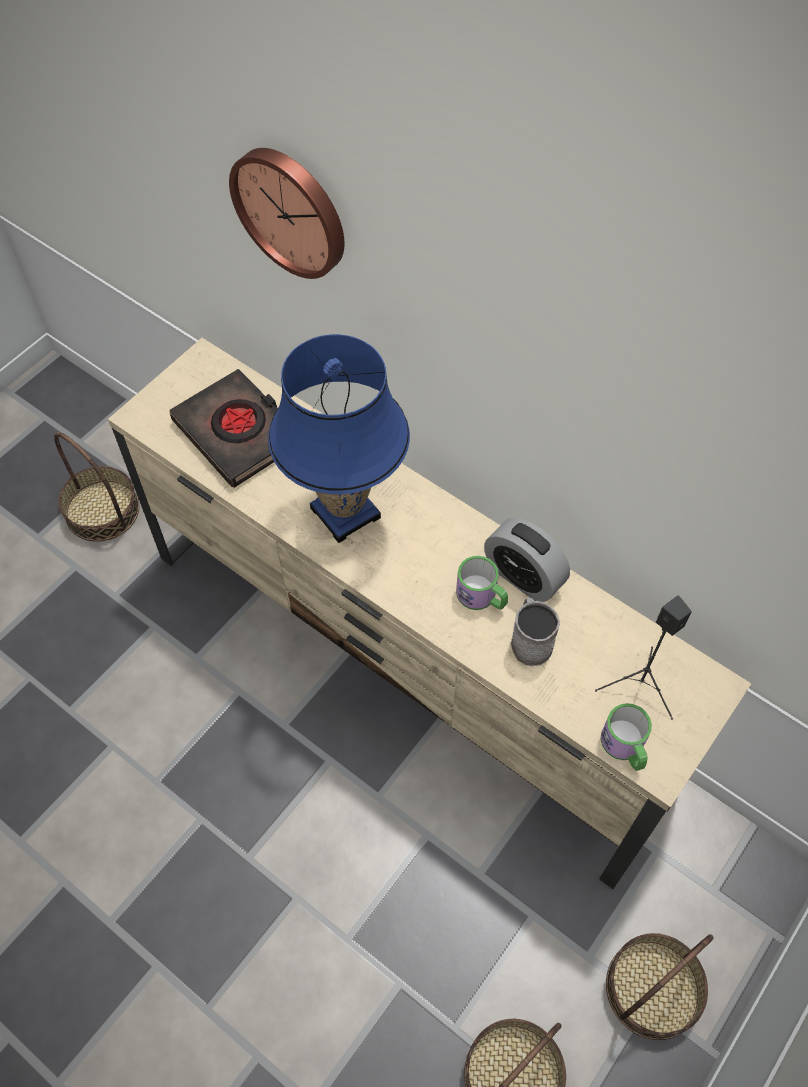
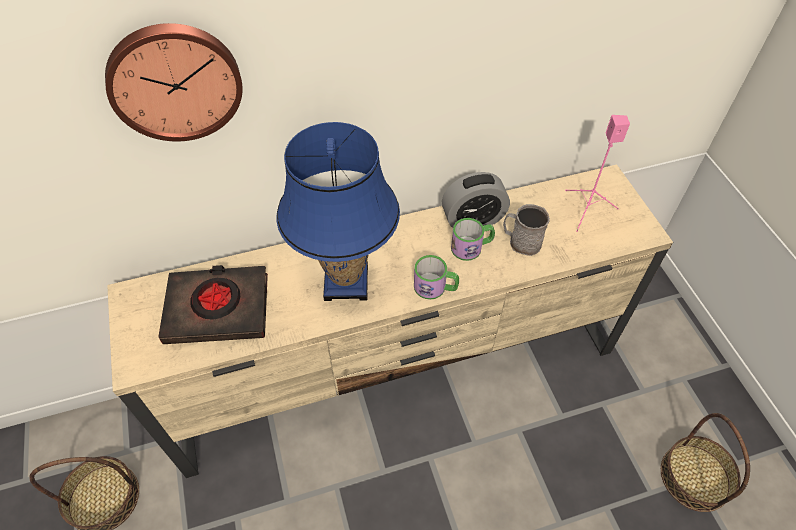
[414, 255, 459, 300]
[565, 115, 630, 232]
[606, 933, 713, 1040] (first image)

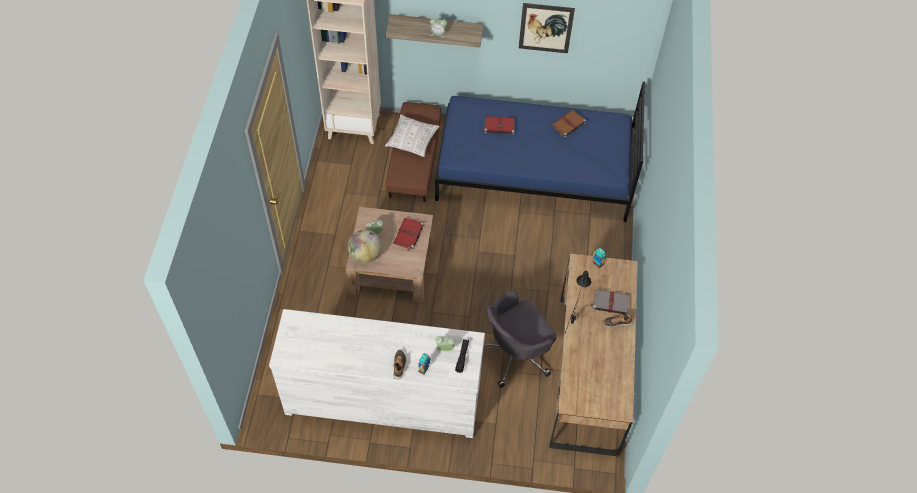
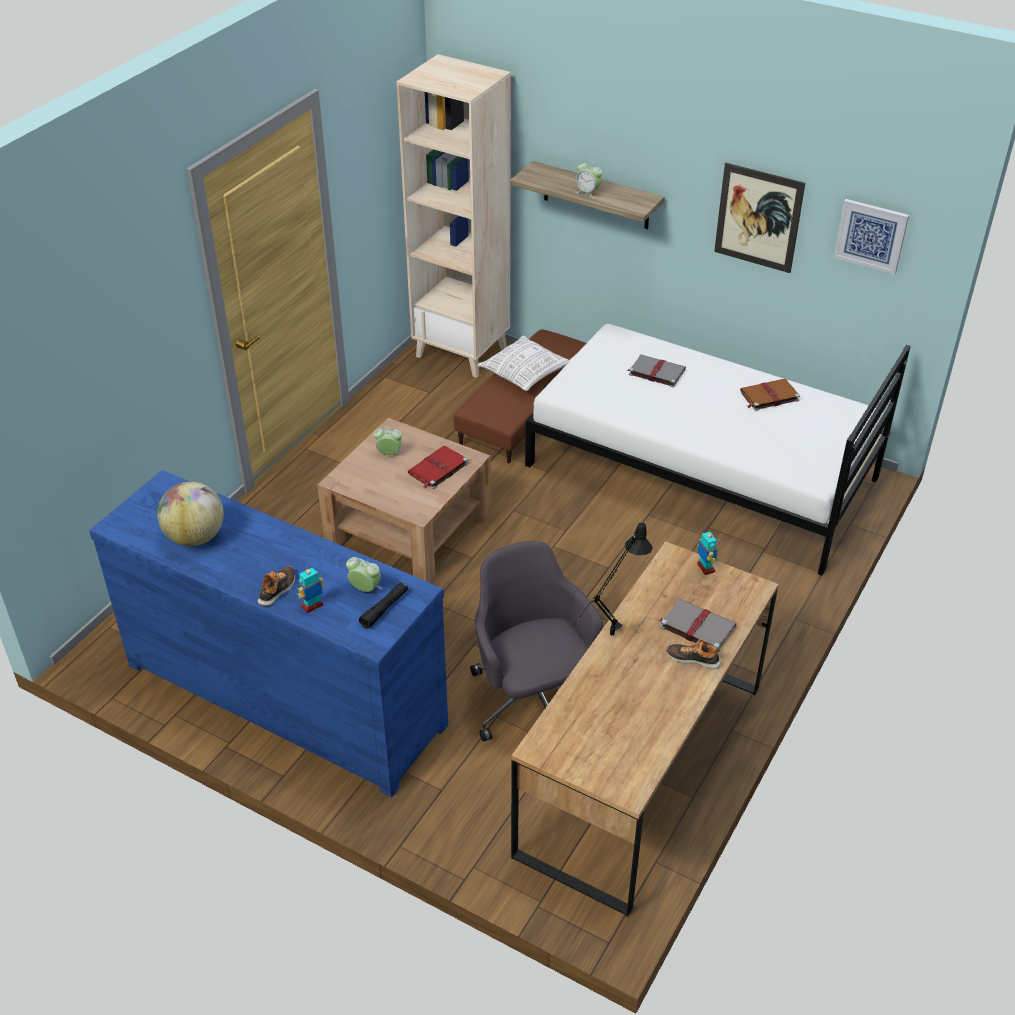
[89, 470, 448, 797]
[157, 482, 224, 546]
[470, 541, 603, 742]
[525, 324, 911, 576]
[627, 355, 686, 387]
[833, 199, 909, 274]

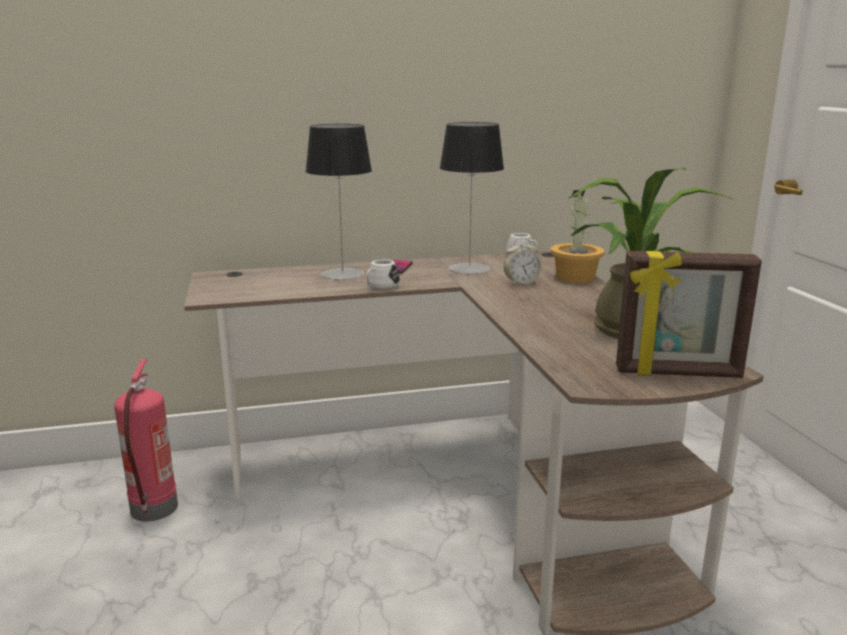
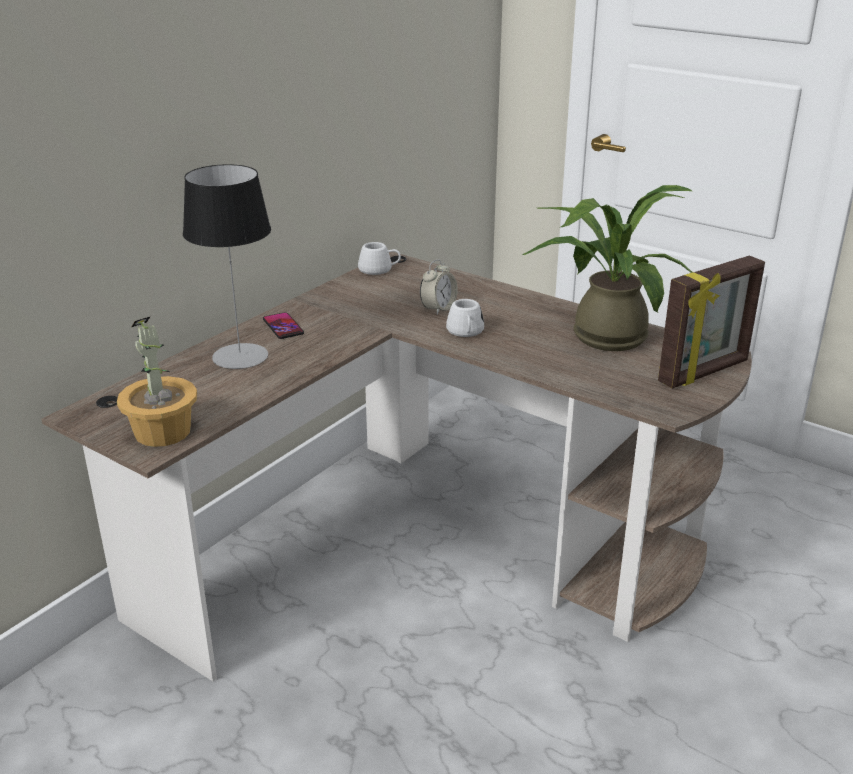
[117, 316, 197, 447]
[446, 299, 484, 337]
[114, 359, 178, 521] (first image)
[440, 122, 504, 274] (first image)

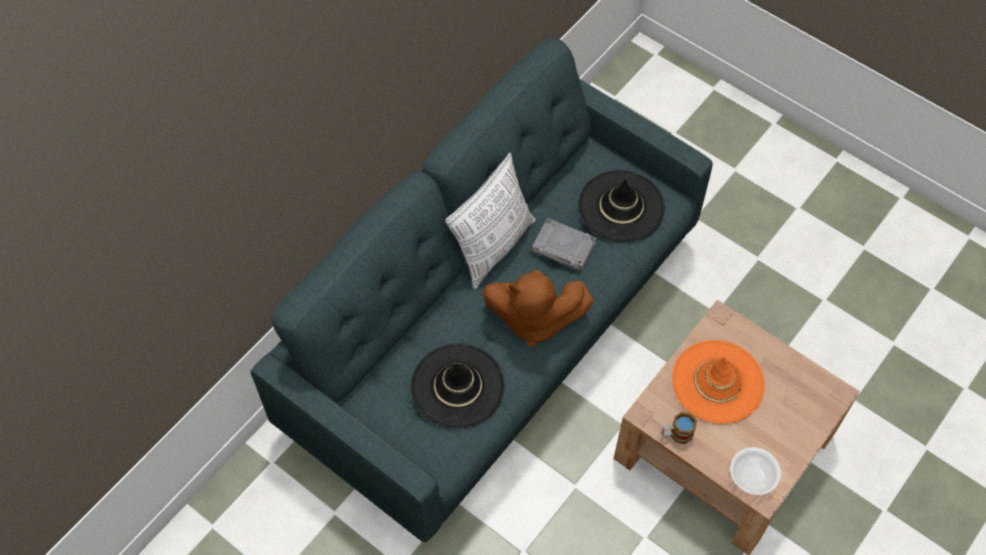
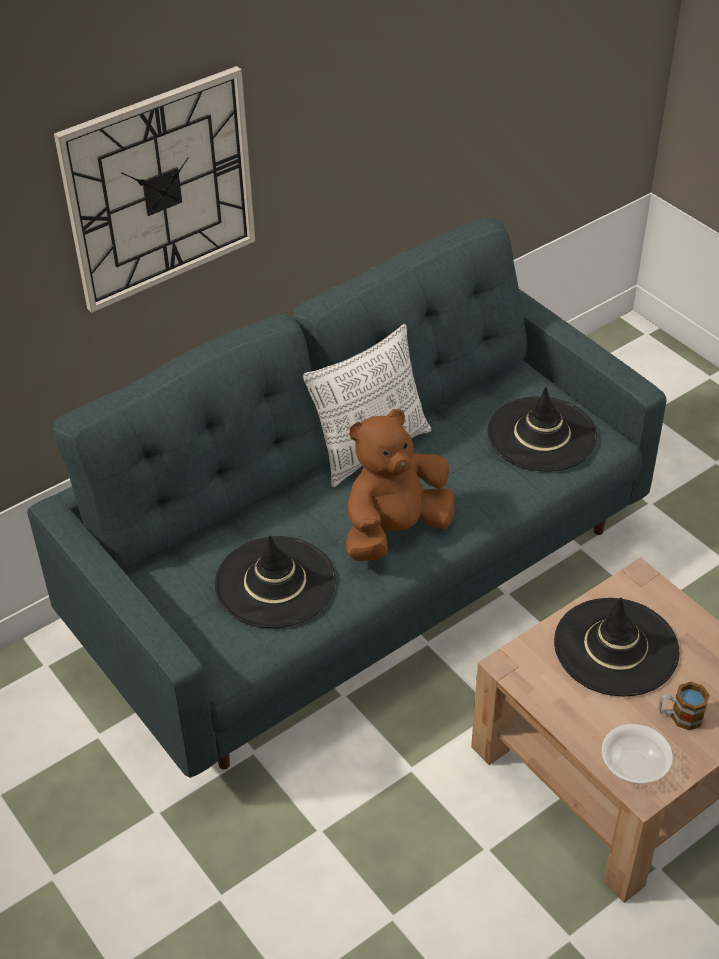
[54, 66, 255, 313]
[345, 409, 454, 561]
[554, 598, 679, 696]
[659, 682, 710, 730]
[531, 218, 596, 271] (first image)

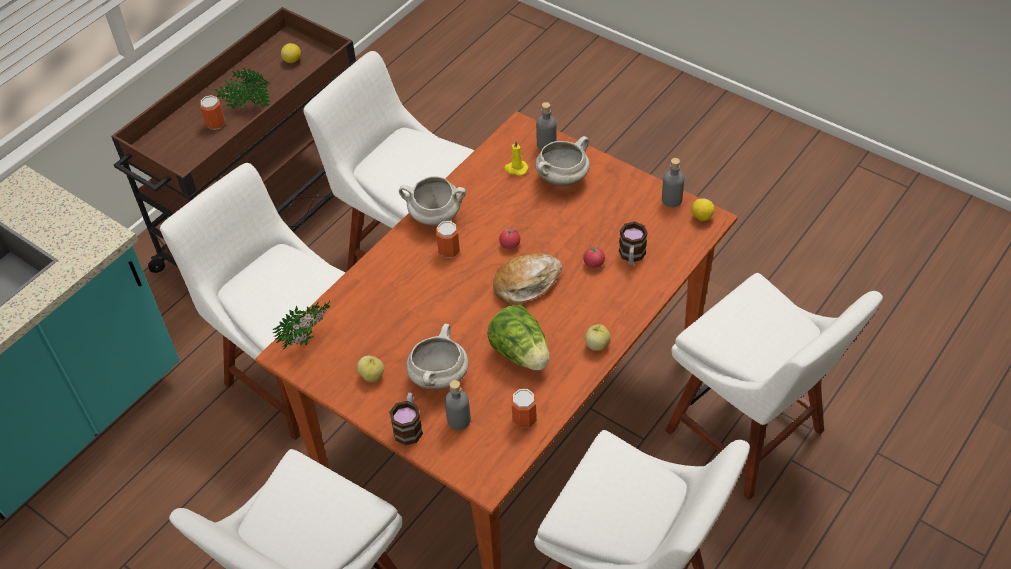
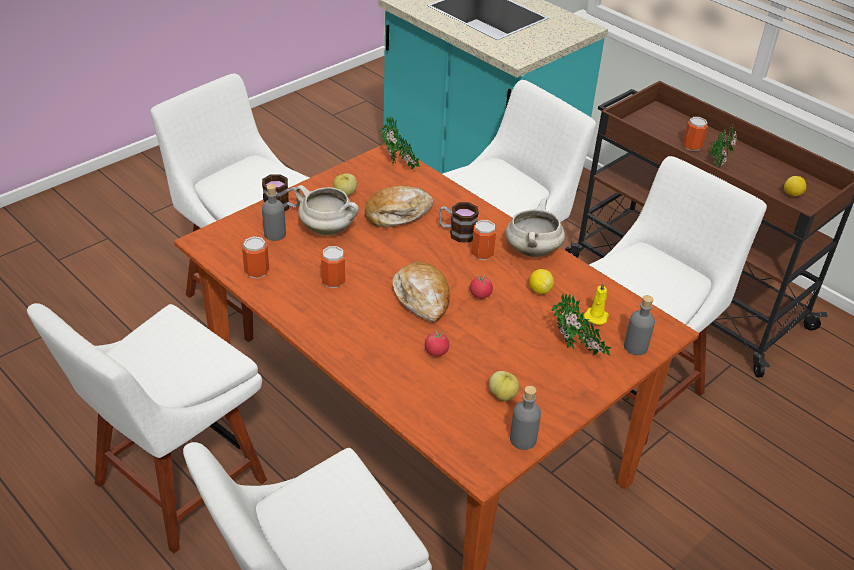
[321, 246, 345, 288]
[365, 186, 433, 228]
[439, 202, 479, 243]
[489, 371, 519, 401]
[529, 269, 554, 294]
[552, 293, 611, 356]

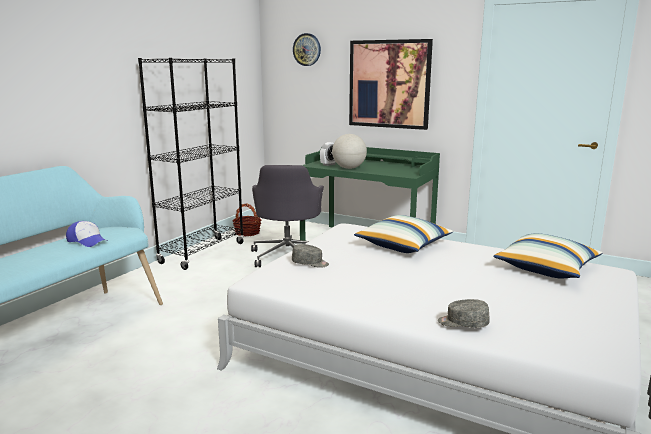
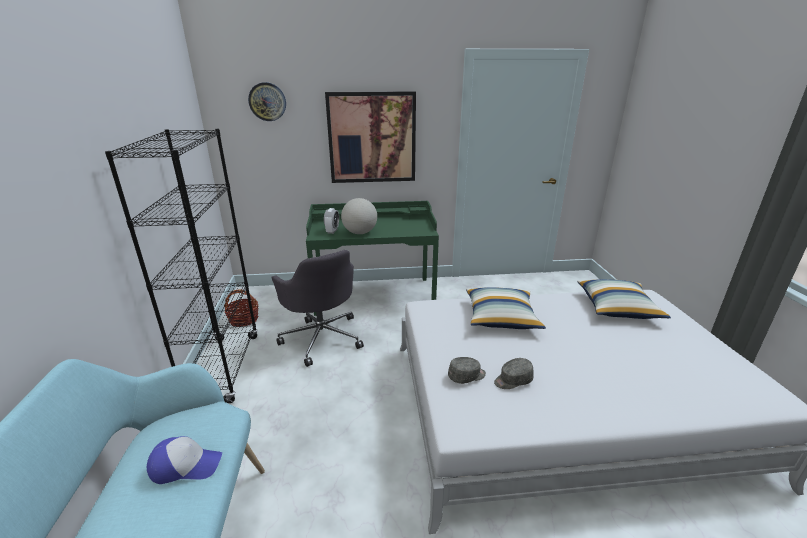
[494, 358, 534, 389]

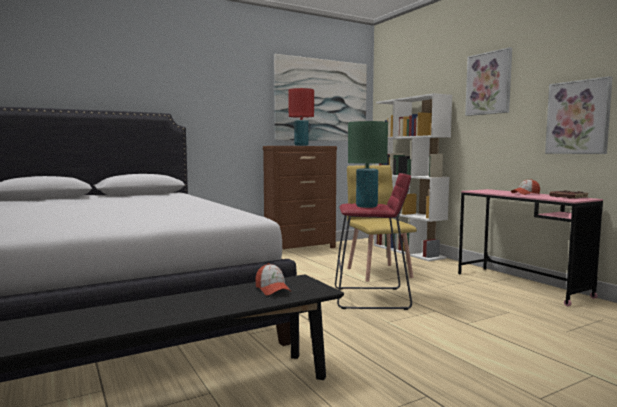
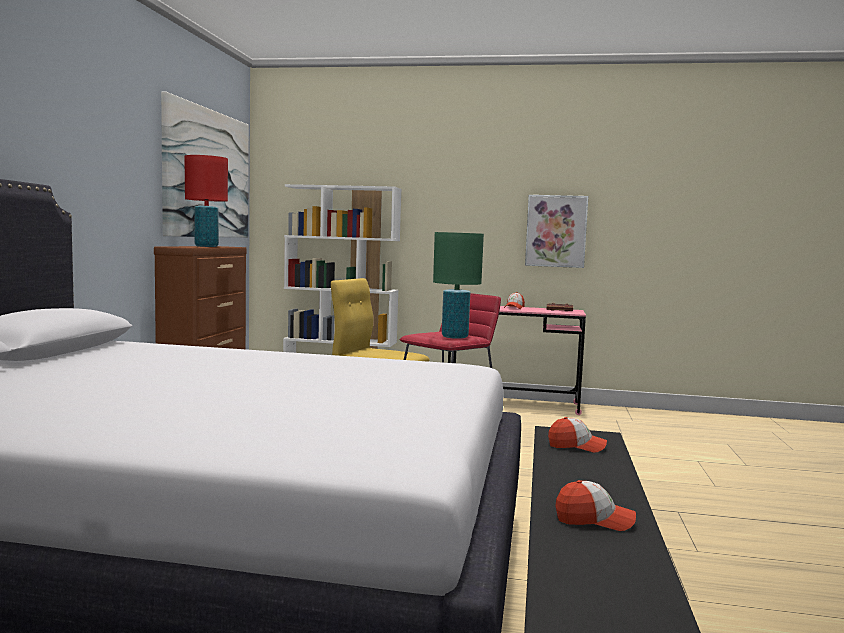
[556, 480, 636, 531]
[465, 47, 512, 116] (first image)

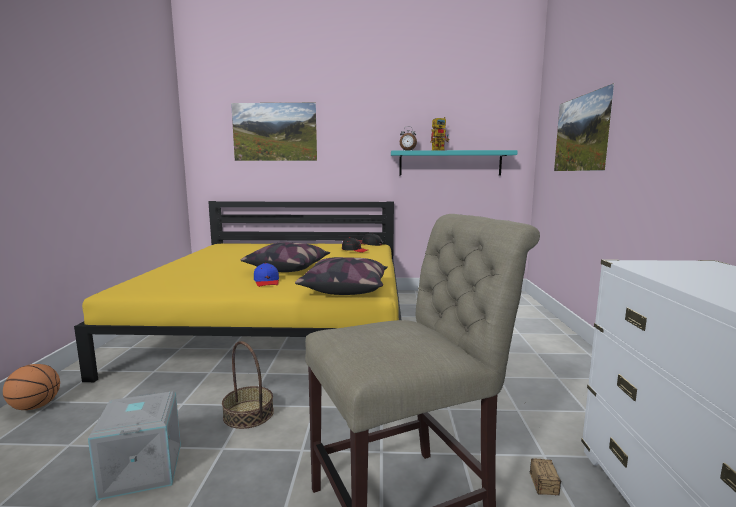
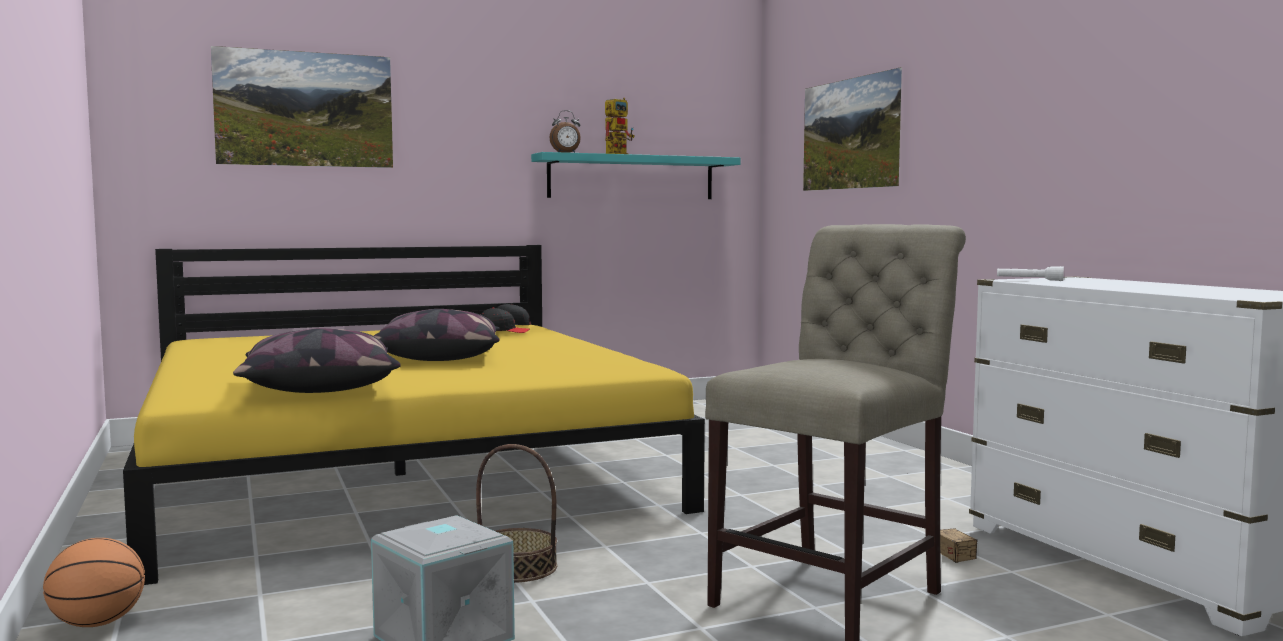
[233, 328, 401, 393]
[997, 266, 1064, 281]
[254, 263, 279, 287] (first image)

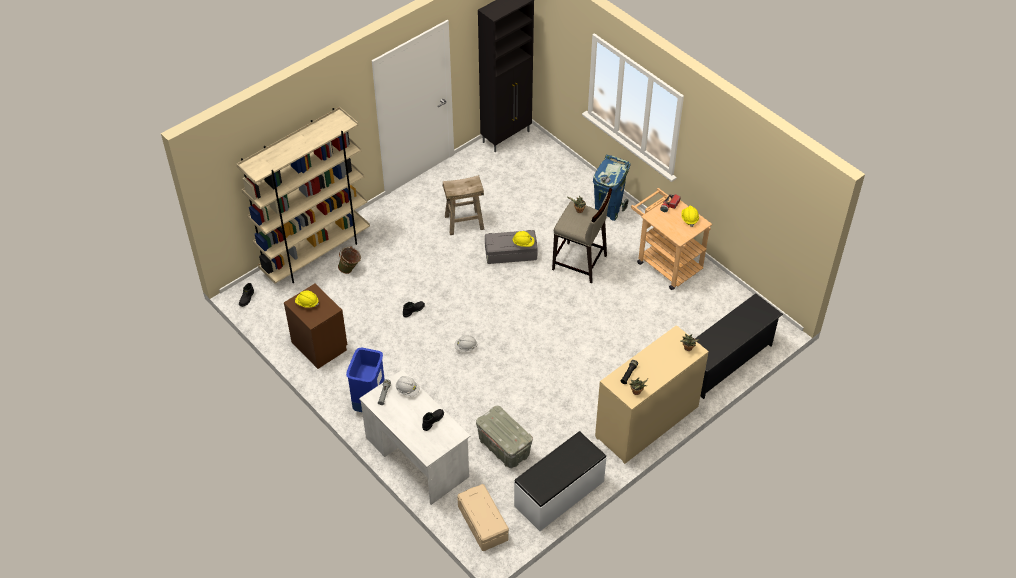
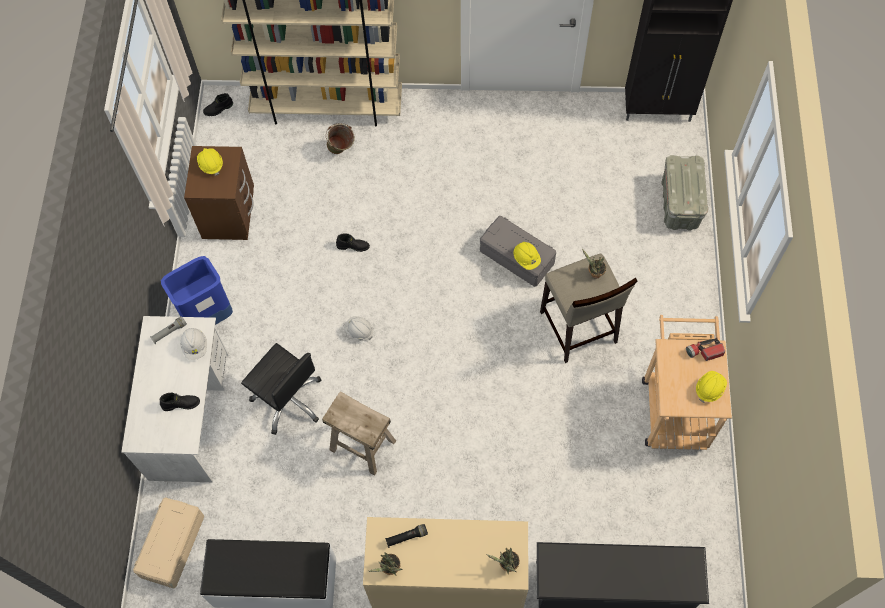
[241, 343, 322, 435]
[322, 391, 396, 476]
[661, 155, 708, 230]
[593, 155, 631, 221] (first image)

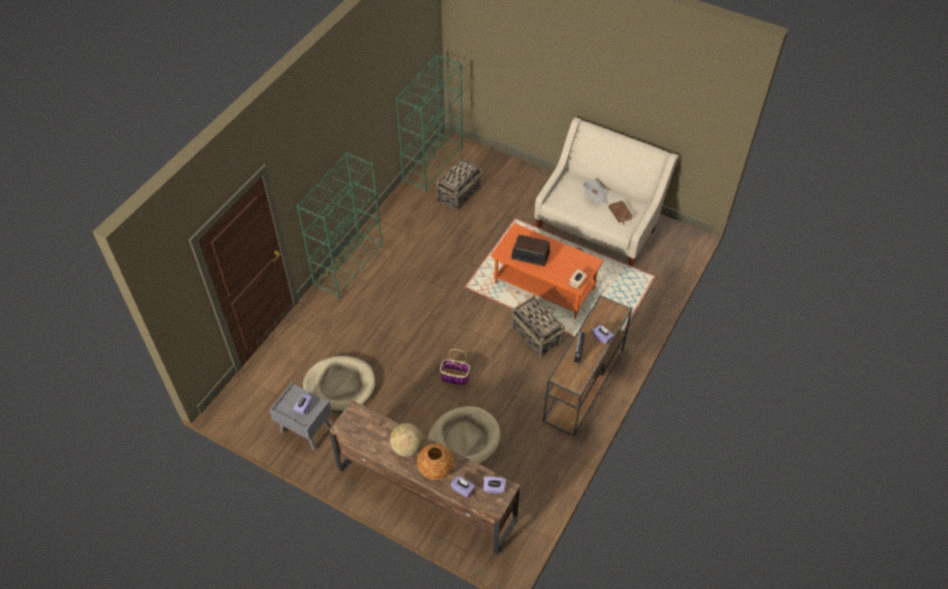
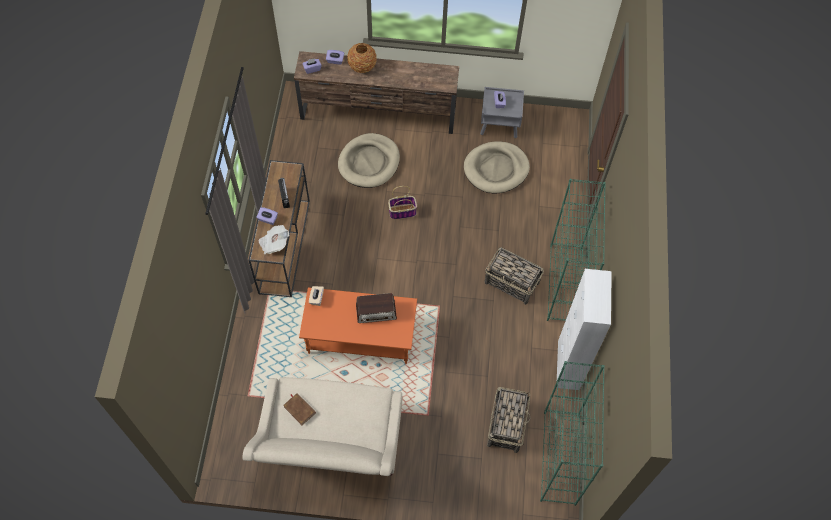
[258, 225, 289, 254]
[485, 247, 544, 305]
[557, 269, 612, 390]
[390, 423, 423, 457] (first image)

